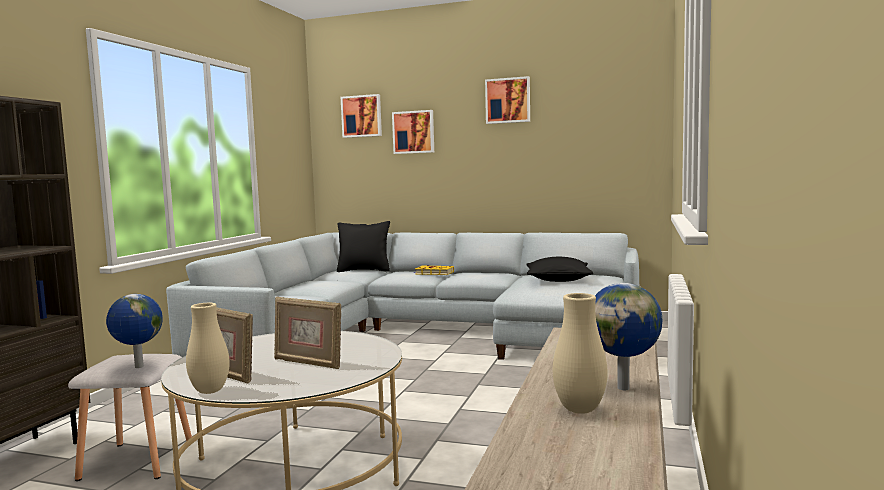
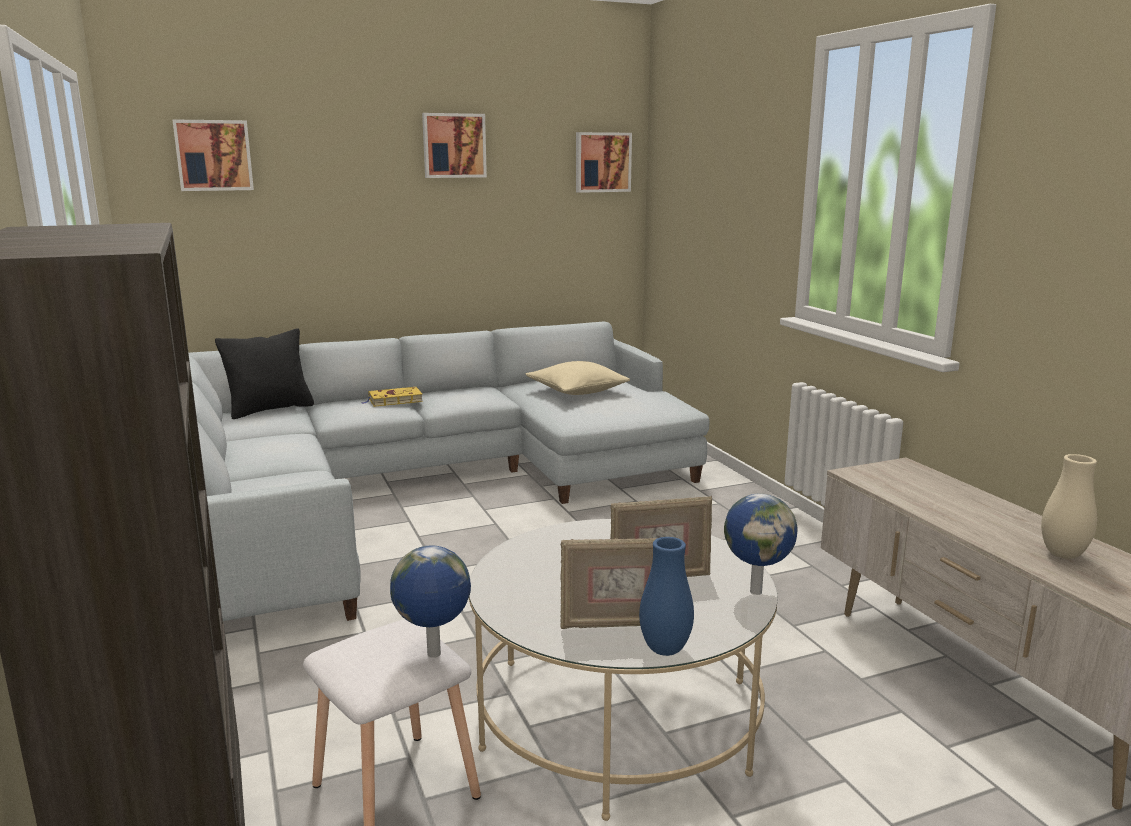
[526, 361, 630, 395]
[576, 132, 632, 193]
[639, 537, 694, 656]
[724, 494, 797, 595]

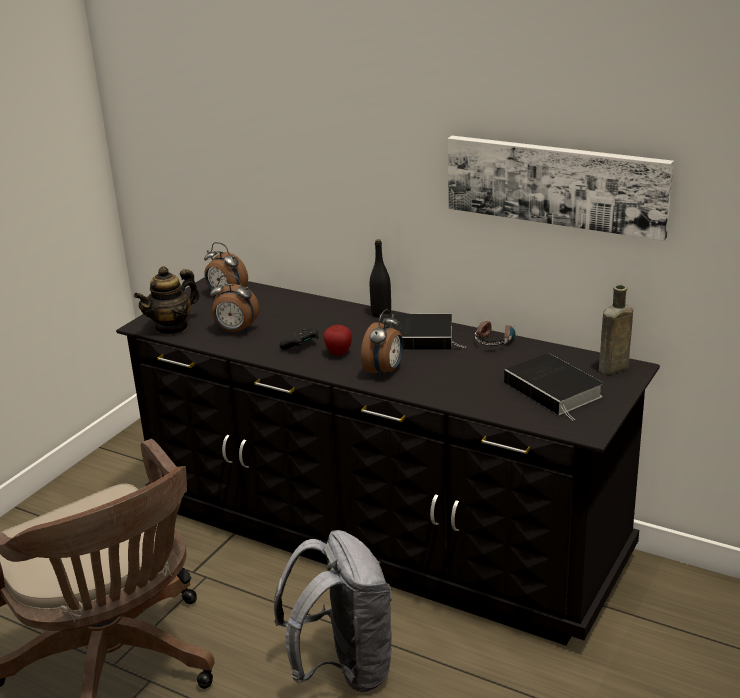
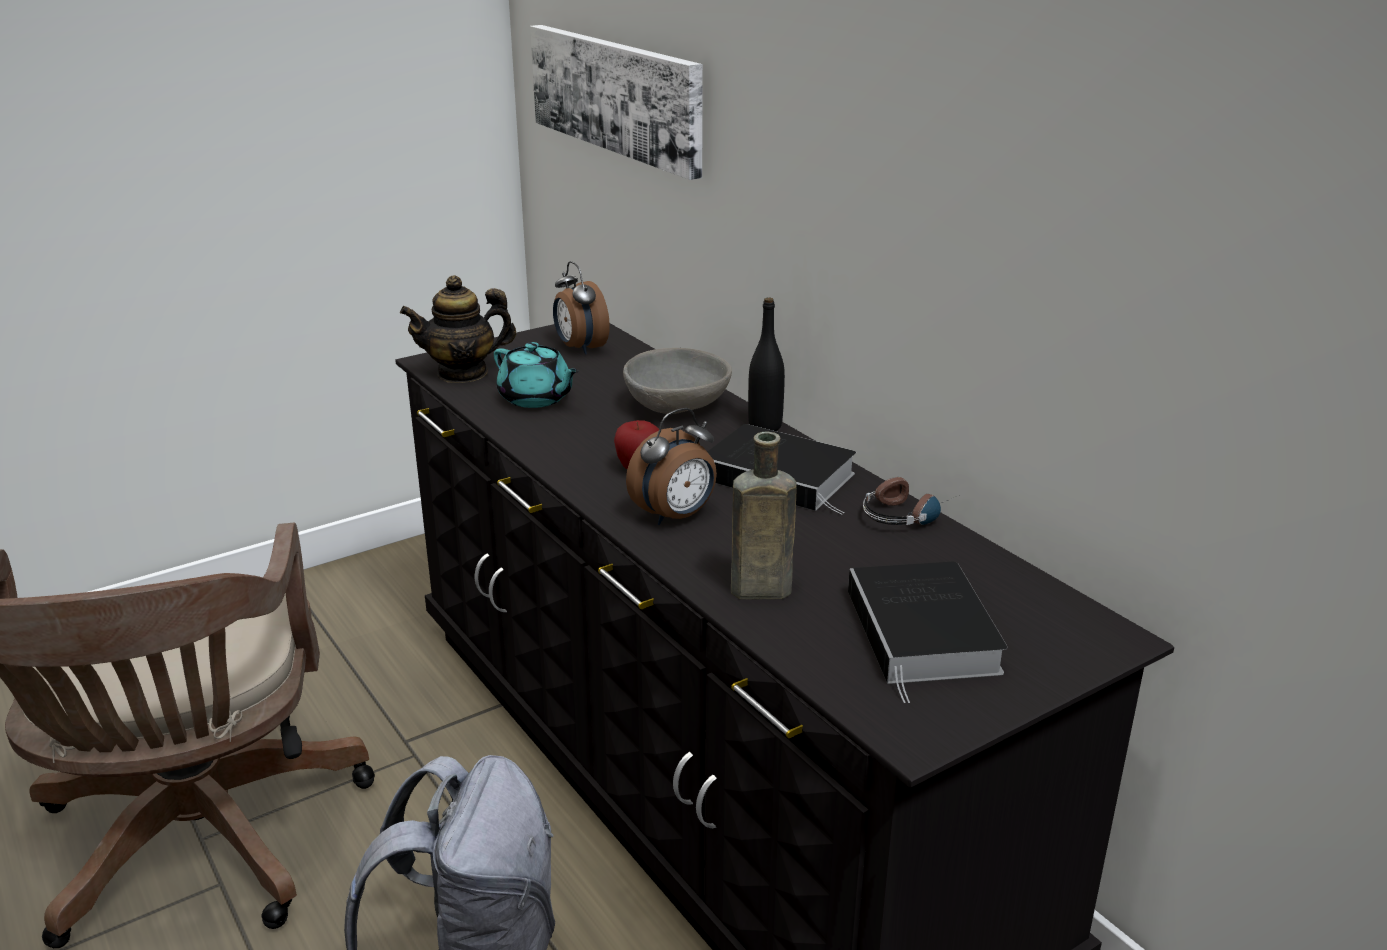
[494, 342, 579, 408]
[530, 25, 703, 180]
[623, 348, 732, 414]
[731, 432, 797, 599]
[279, 328, 318, 350] (first image)

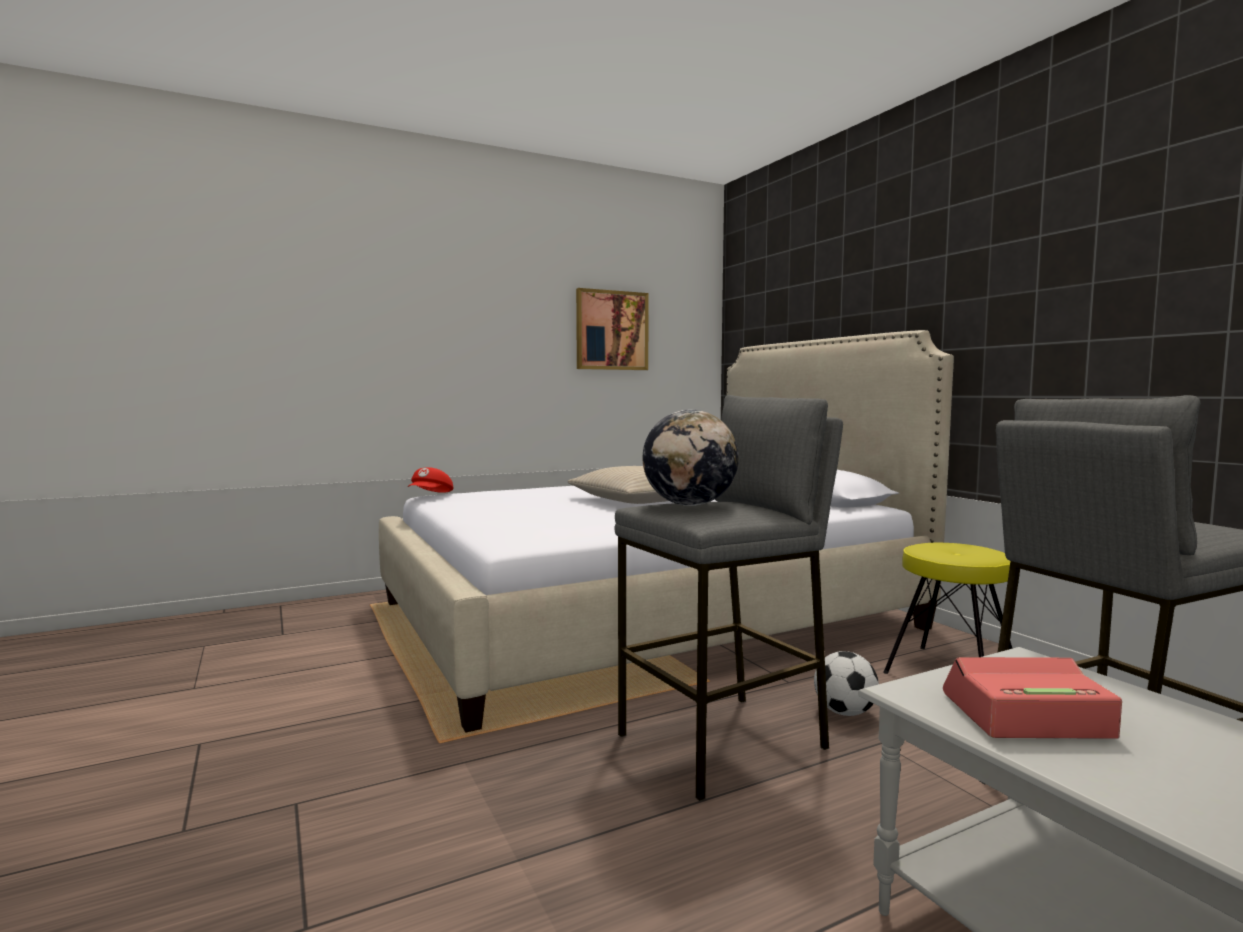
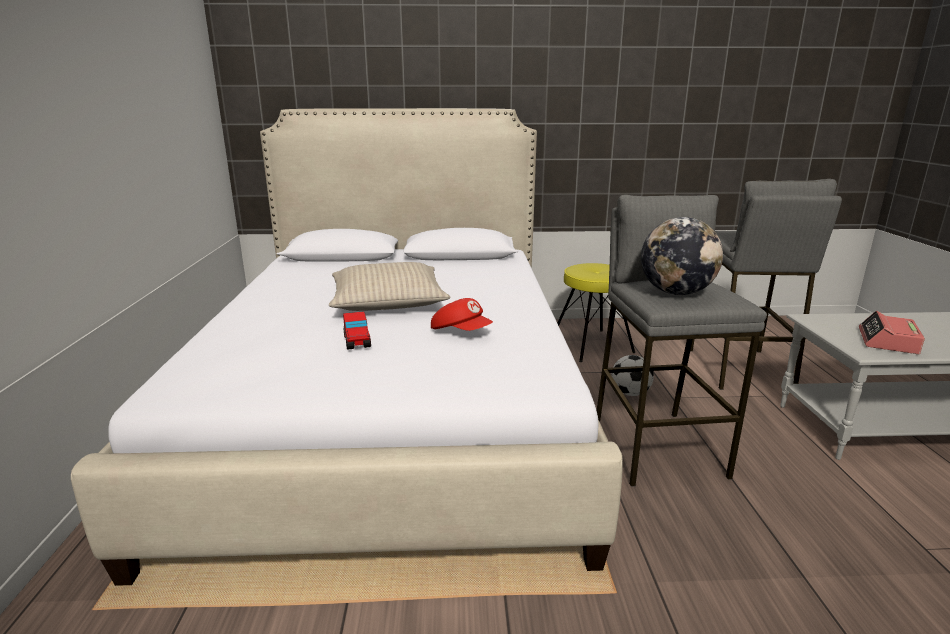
[343, 311, 371, 350]
[431, 298, 493, 331]
[576, 288, 649, 370] (first image)

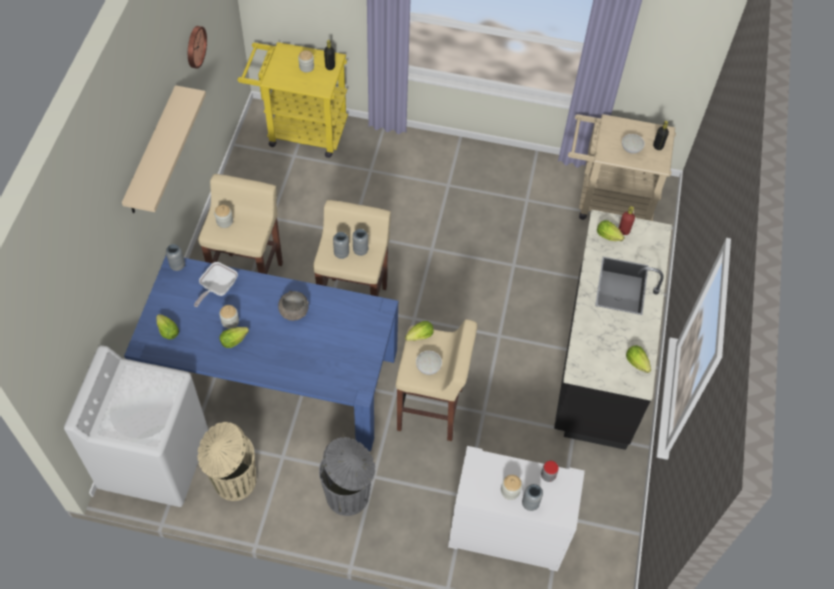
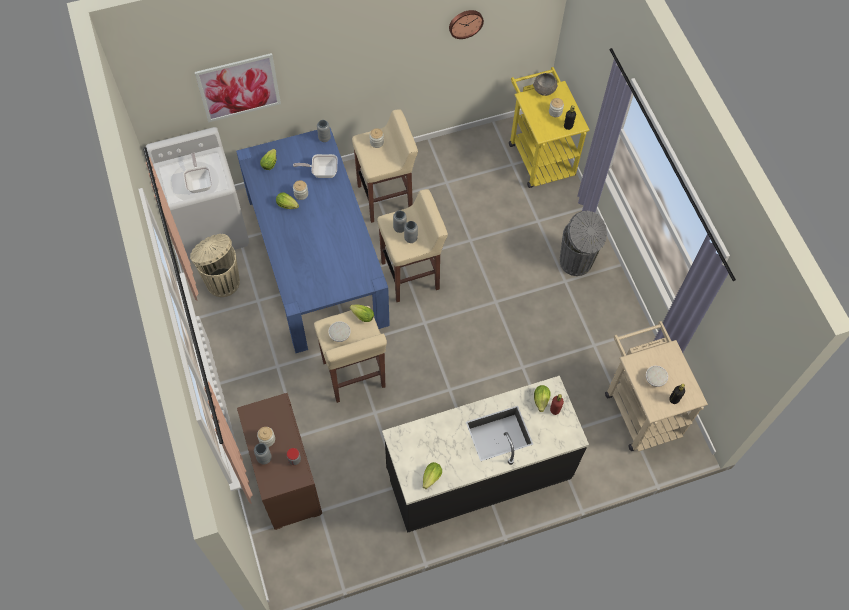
[183, 152, 212, 193]
[195, 53, 281, 122]
[237, 393, 322, 530]
[533, 73, 558, 96]
[560, 211, 607, 276]
[122, 85, 206, 213] (first image)

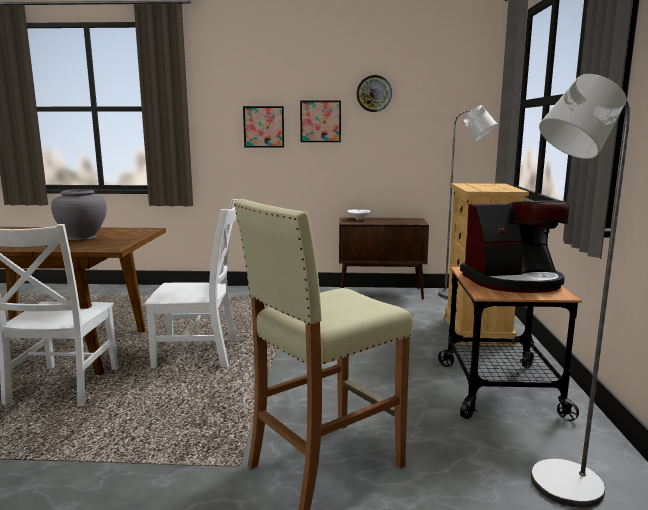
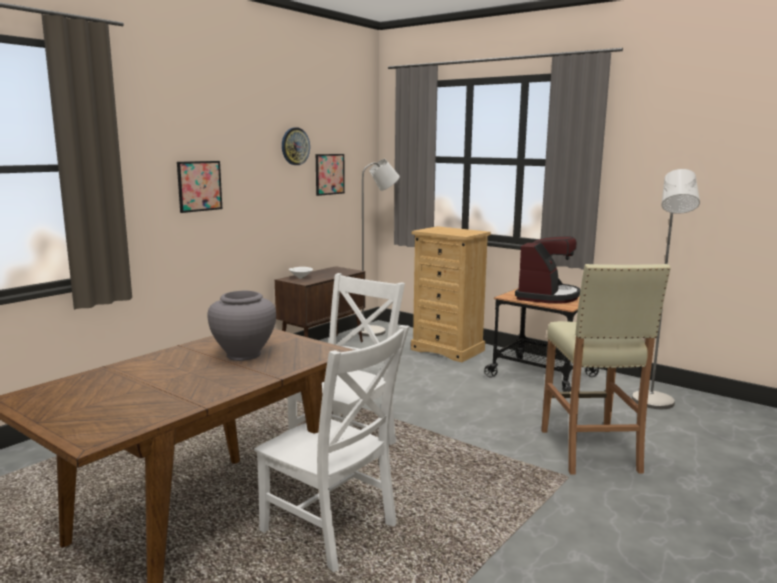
[316, 154, 345, 196]

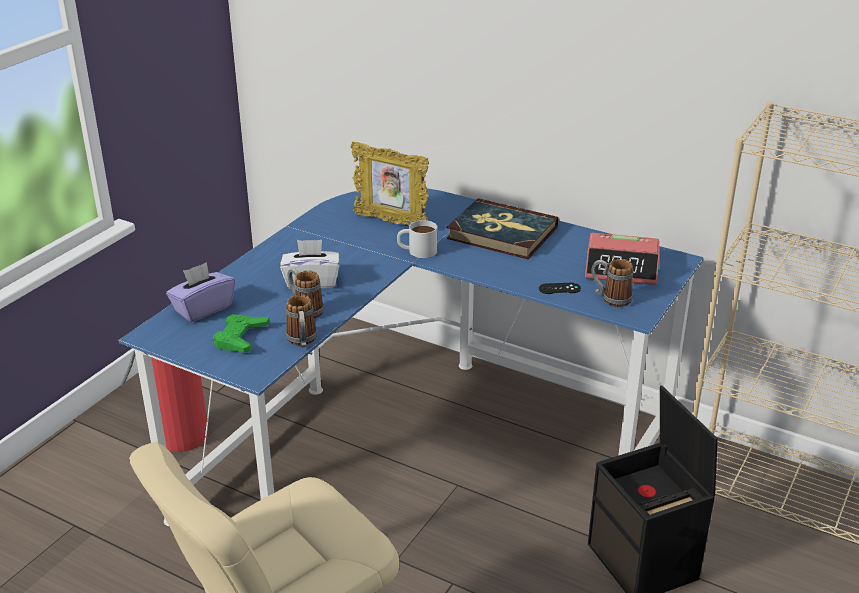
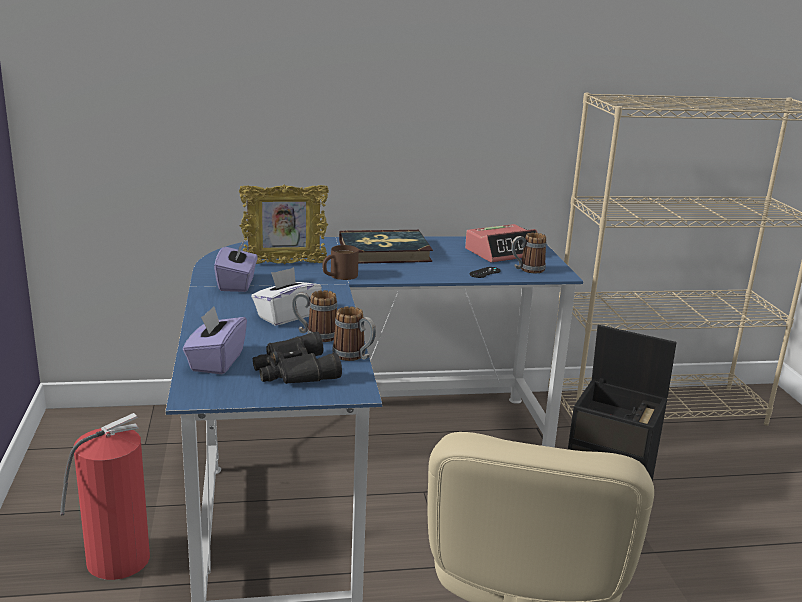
[214, 240, 258, 292]
[253, 331, 342, 384]
[322, 245, 359, 280]

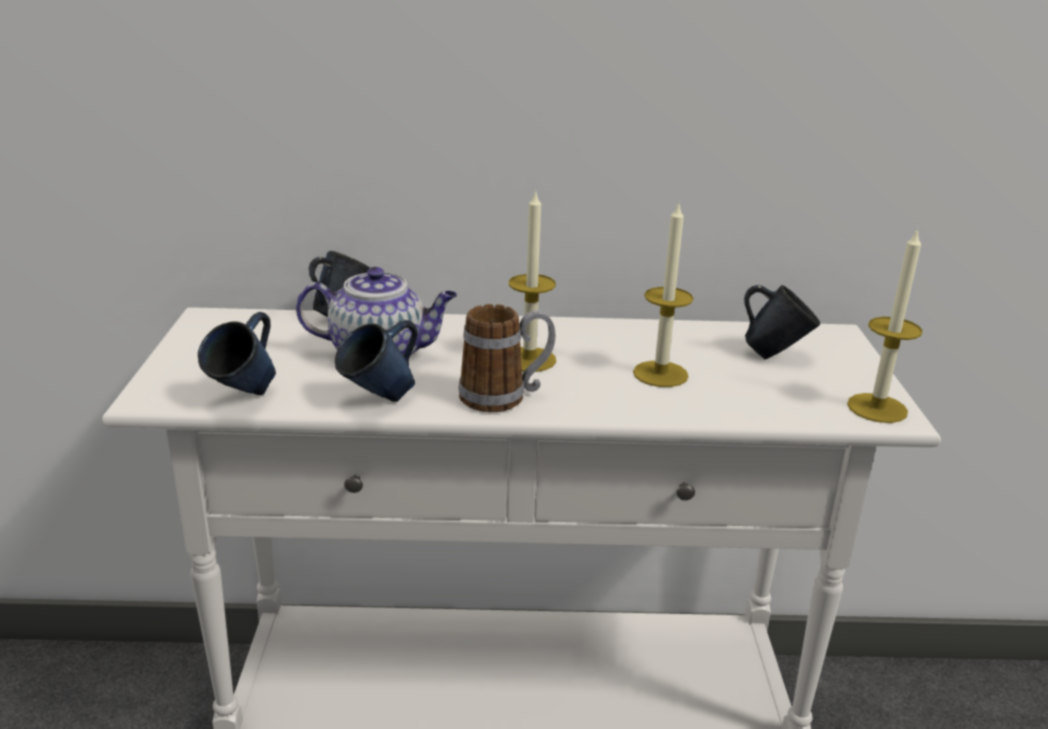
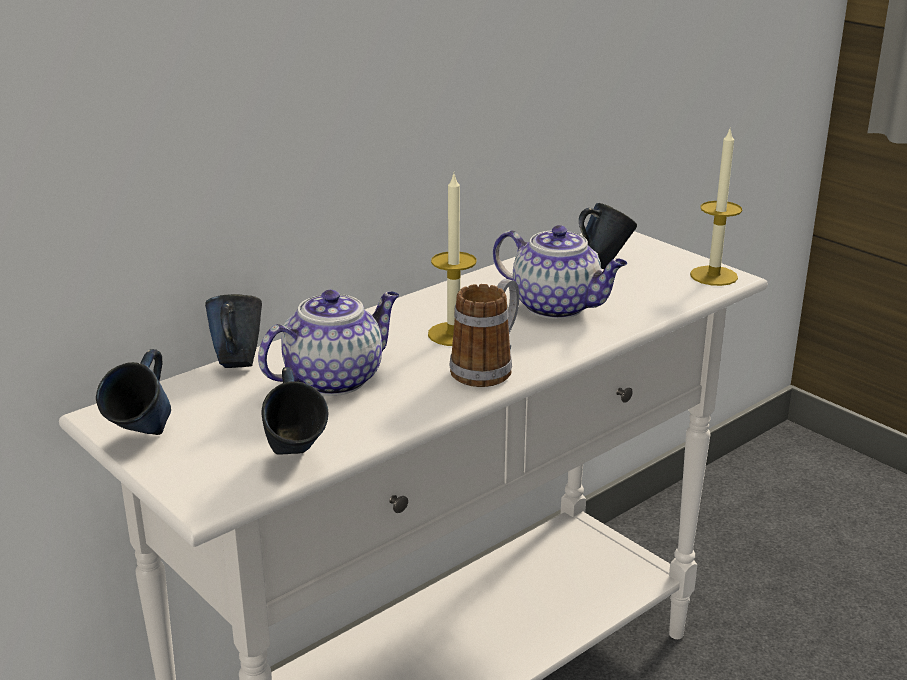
[96, 349, 171, 435]
[493, 225, 627, 319]

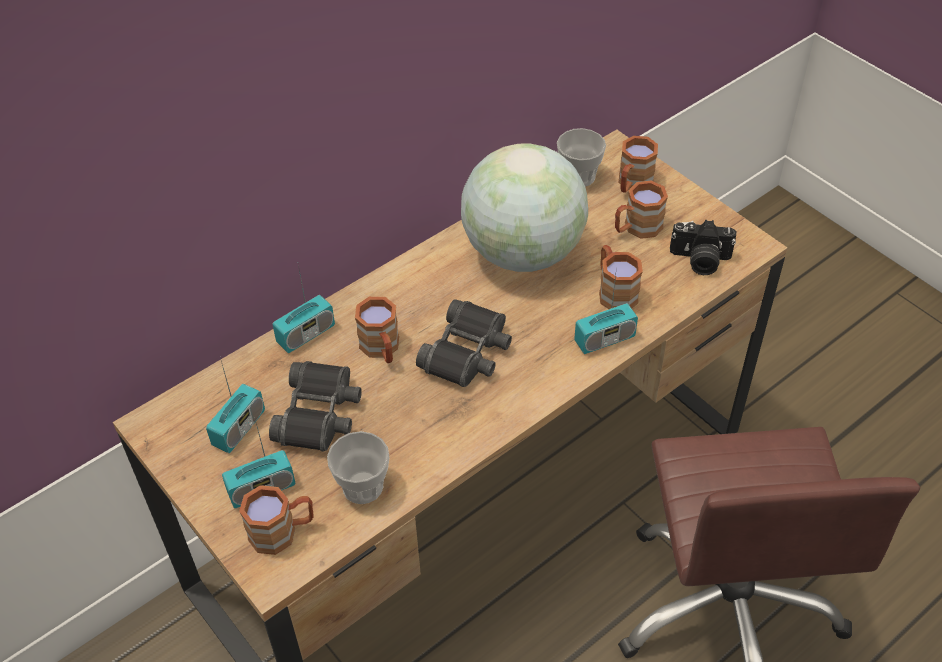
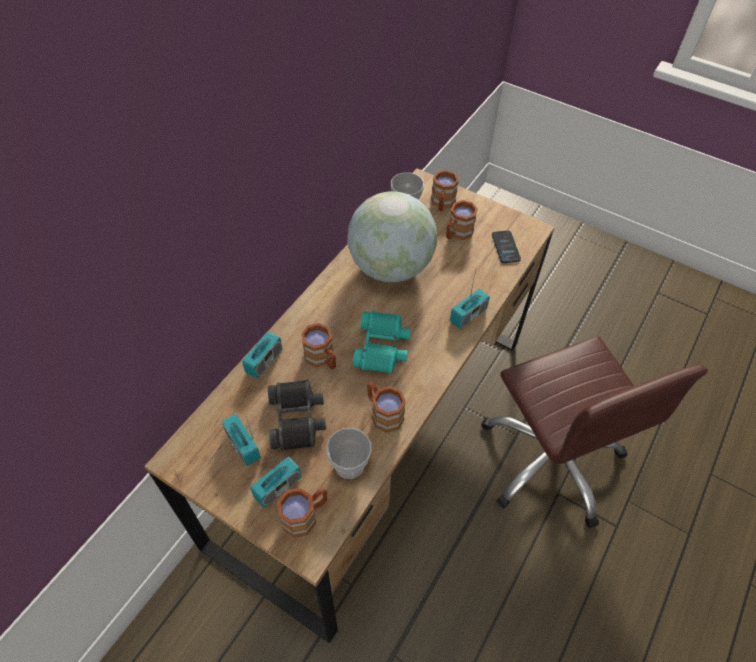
[222, 414, 261, 466]
[353, 311, 411, 374]
[367, 382, 406, 433]
[492, 231, 521, 263]

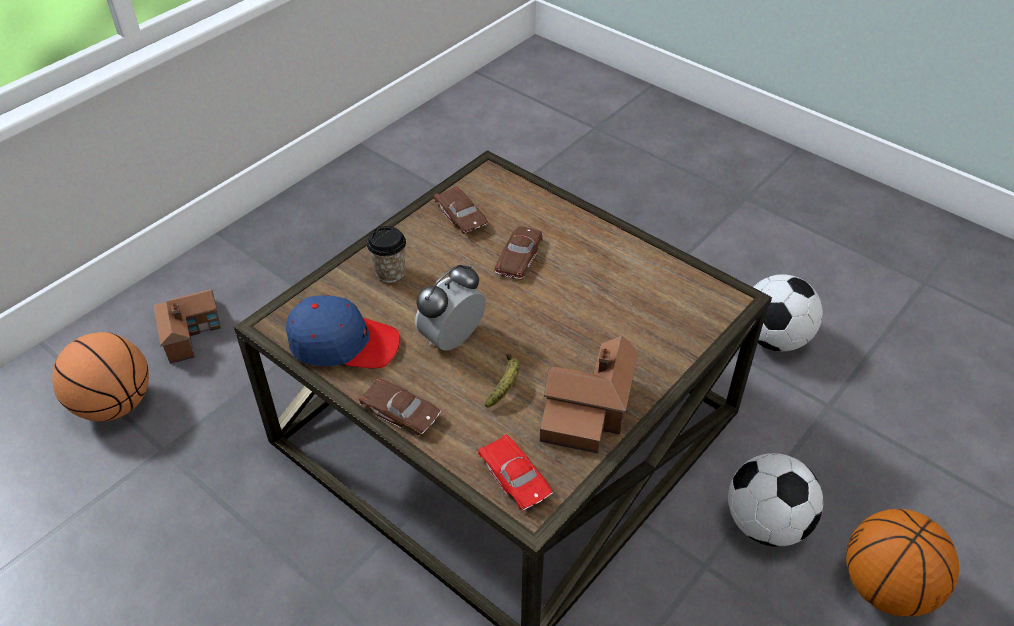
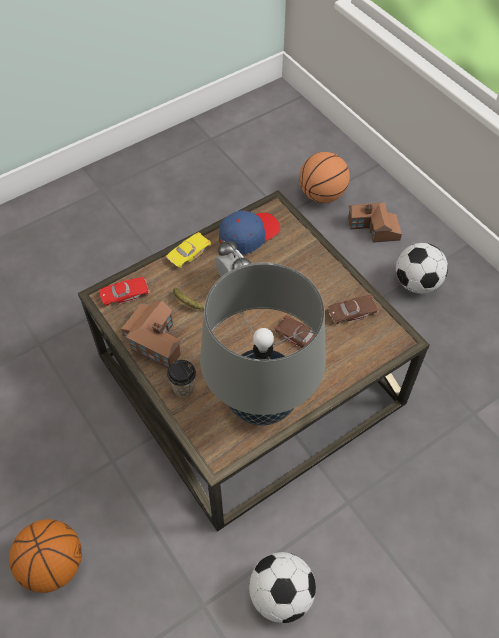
[166, 232, 211, 268]
[167, 360, 196, 397]
[200, 262, 326, 426]
[219, 210, 280, 255]
[396, 243, 448, 294]

